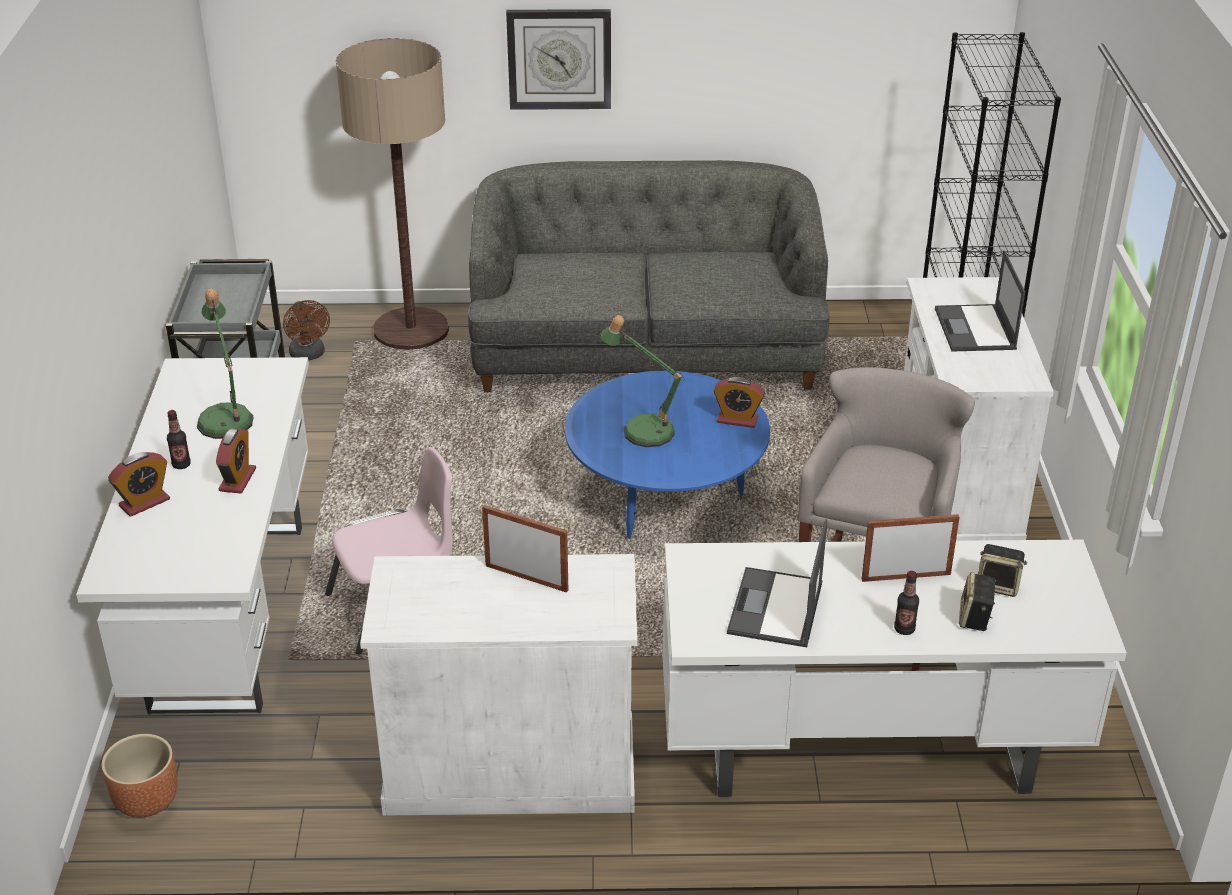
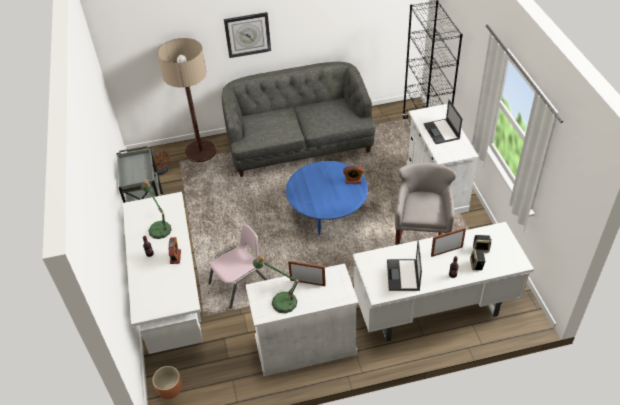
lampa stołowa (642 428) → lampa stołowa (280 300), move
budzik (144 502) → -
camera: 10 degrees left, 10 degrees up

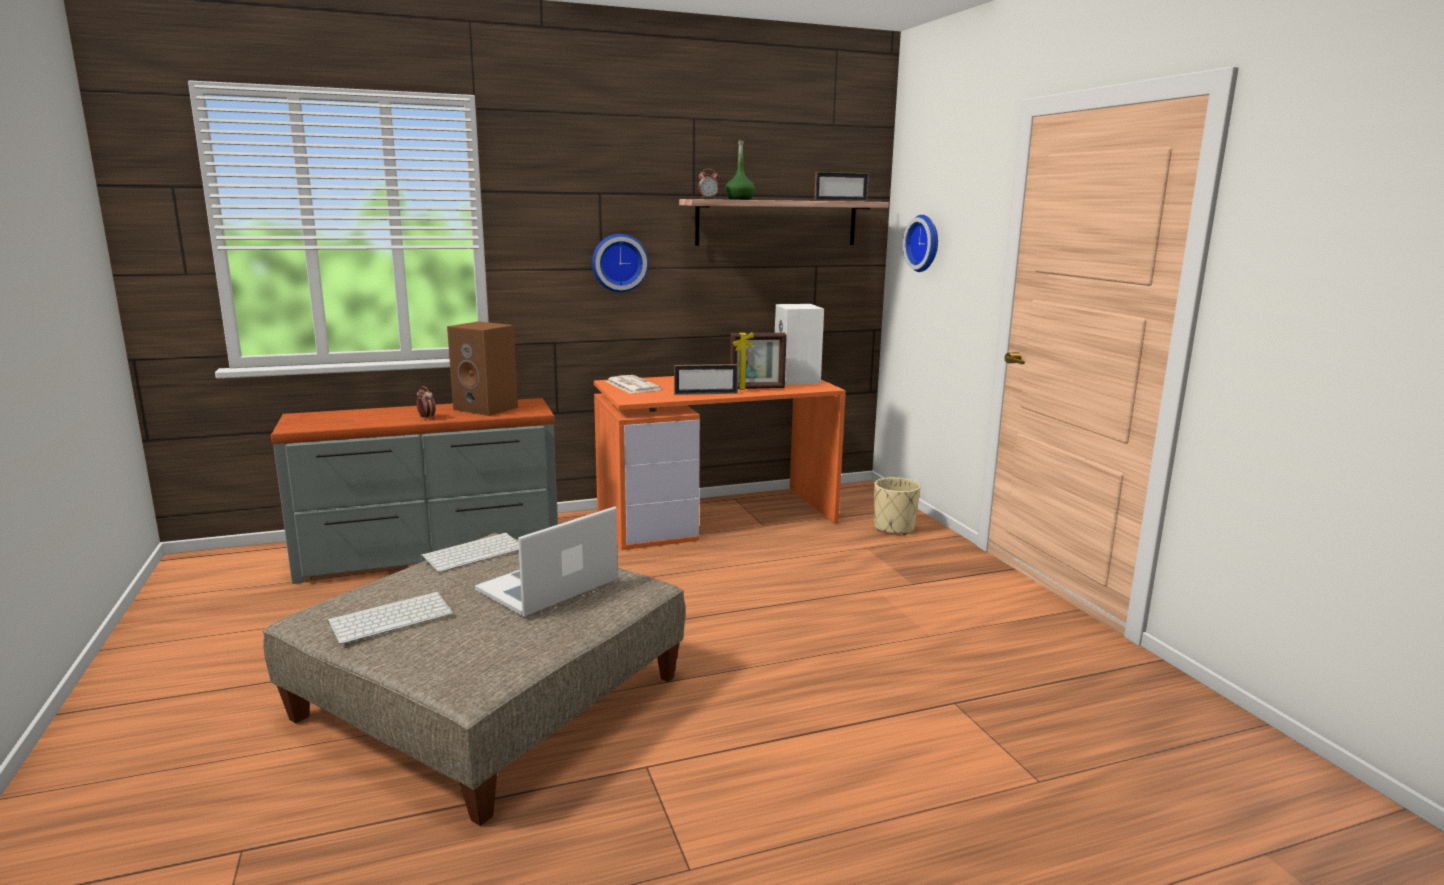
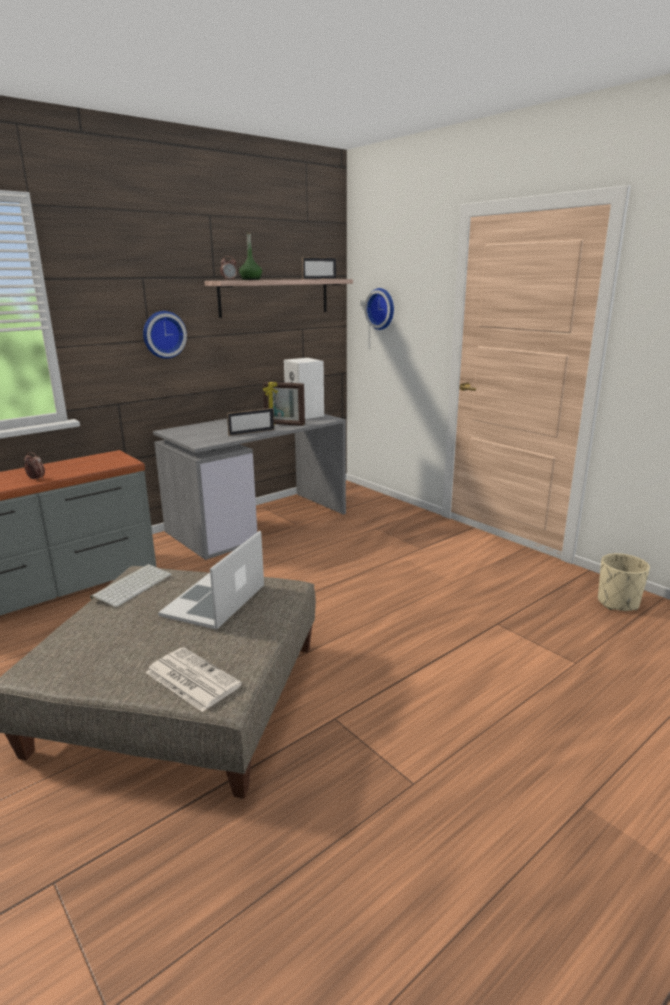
głośnik (brązowy) (487 408) → -
ramka na zdjęcie (757 388) → ramka na zdjęcie (284 424), 45 degrees clockwise
gazeta (631 385) → gazeta (191 679), move
biurko (pomarańczowy) (717 516) → biurko (szary) (258 522)
donica (beżowy) (894 528) → donica (beżowy) (618 603), move
klawiatura (392 617) → -
camera: 20 degrees left, 5 degrees up

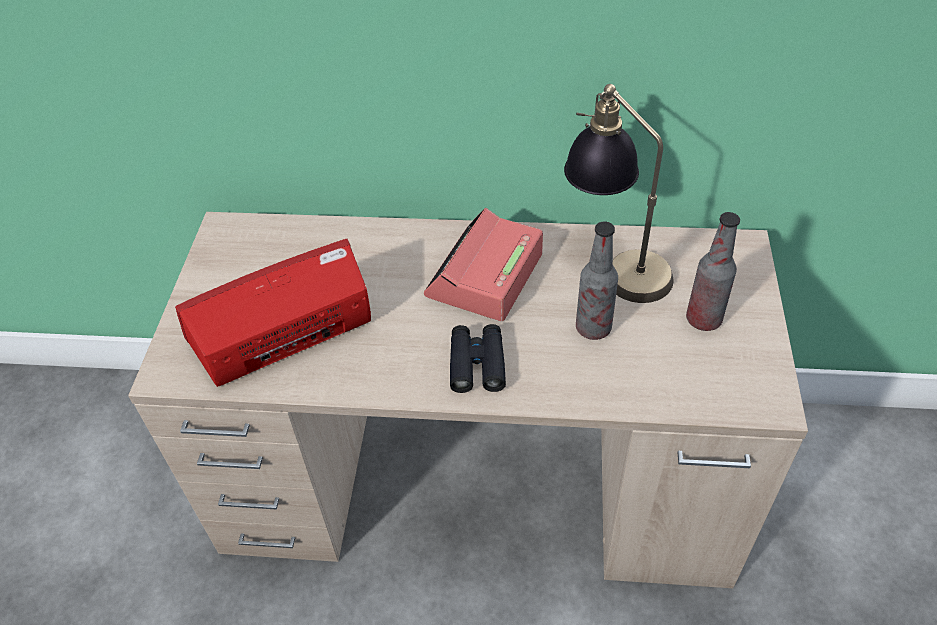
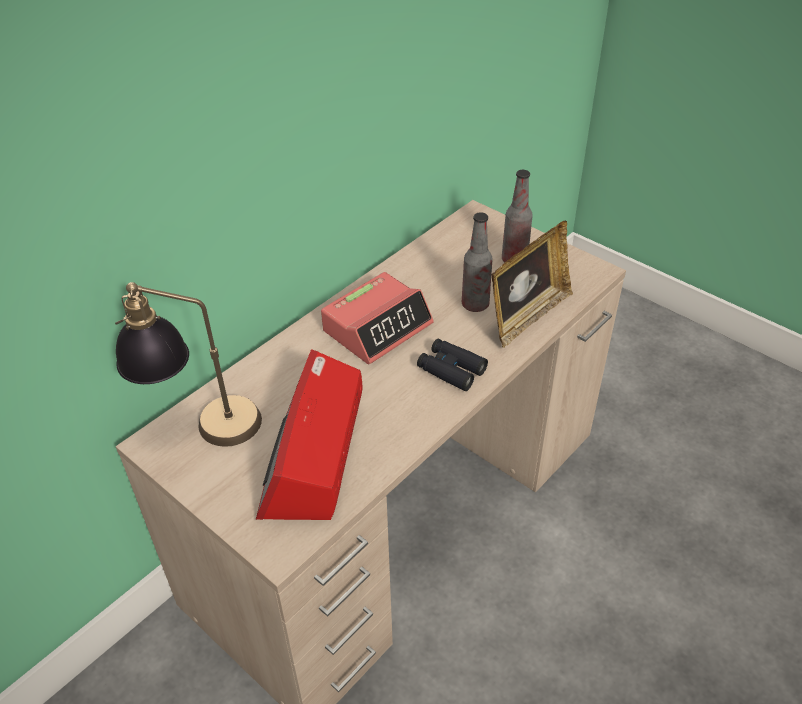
lampa stołowa (615 263) → lampa stołowa (201 425), move
budzik (484 276) → budzik (378 327), 105 degrees counterclockwise
- → ramka na zdjęcie (527 316)
camera: 55 degrees left, 5 degrees down

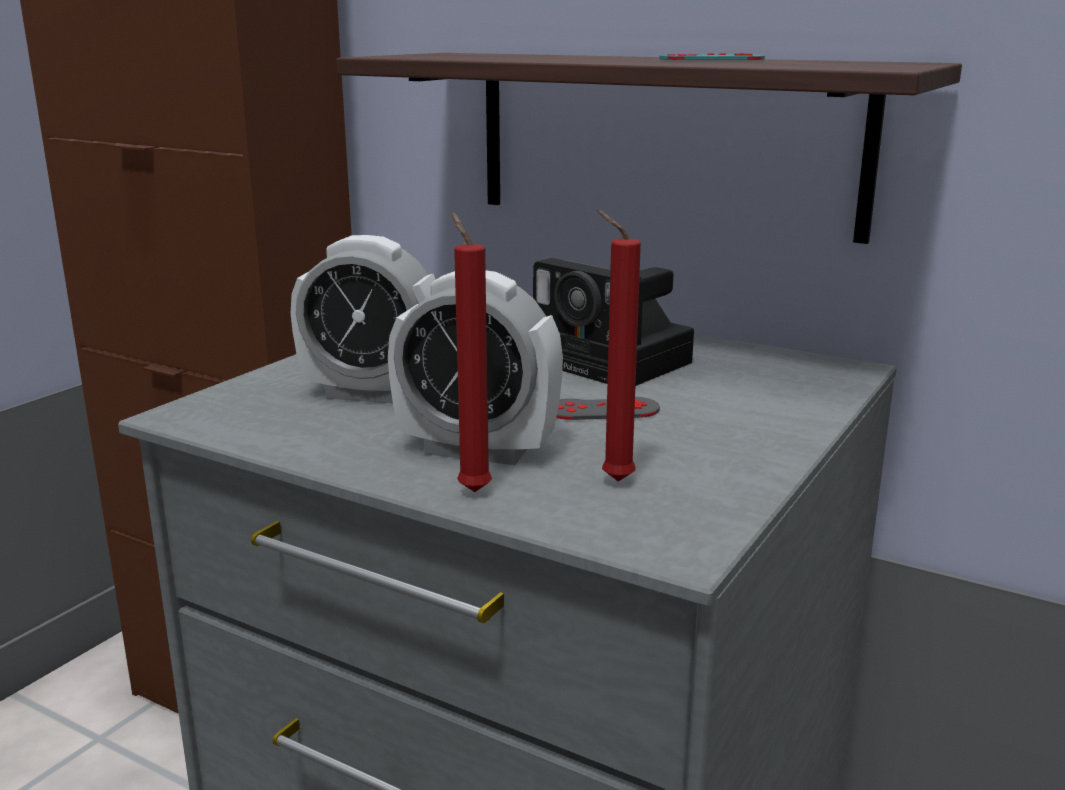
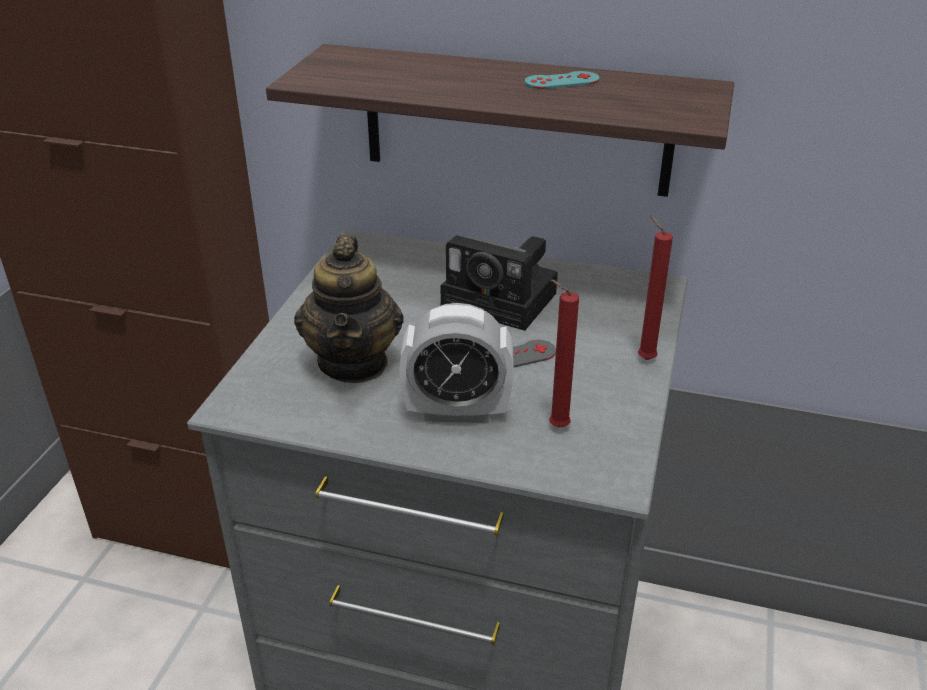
świeca (czerwony) (472 490) → świeca (czerwony) (643 358), move
budzik (372 394) → imbryk (354 362)
camera: 15 degrees left, 15 degrees up

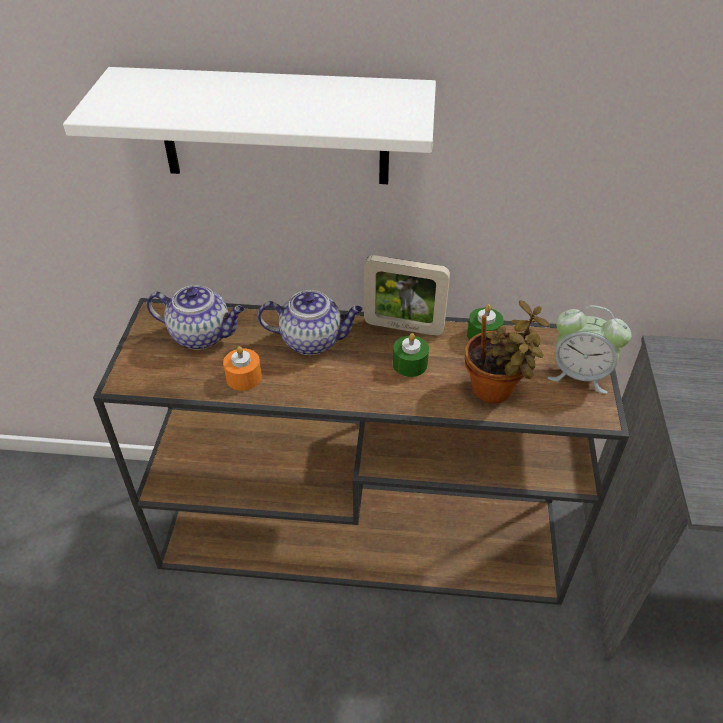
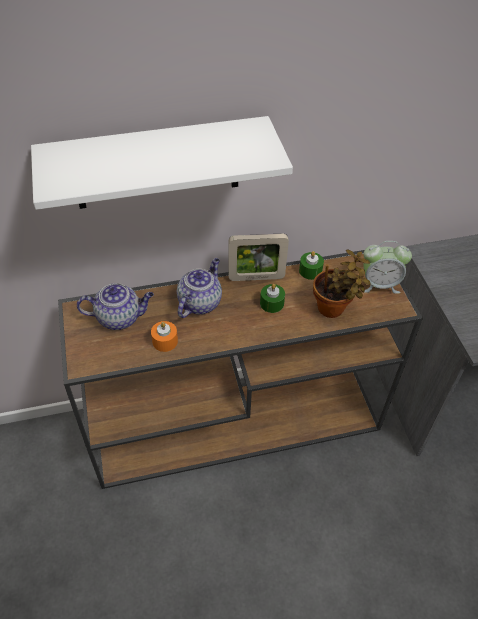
imbryk (313 340) → imbryk (200 302), 45 degrees counterclockwise
camera: 20 degrees left, 5 degrees up

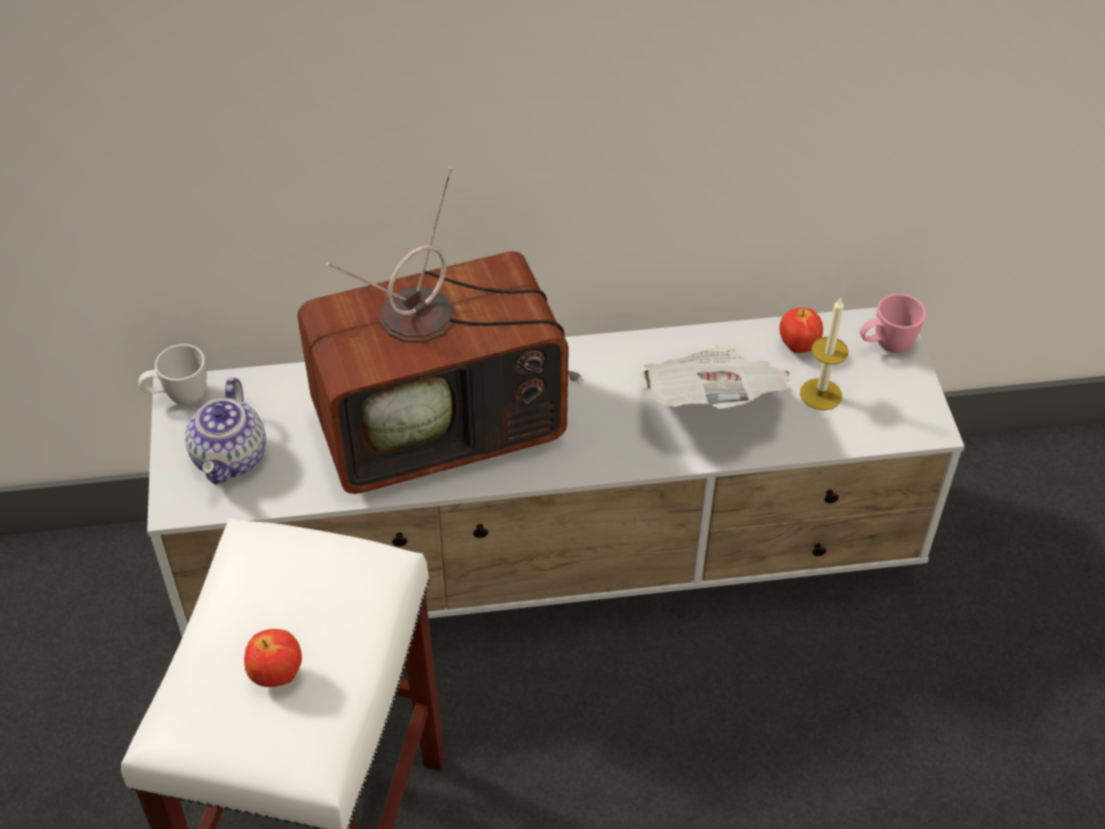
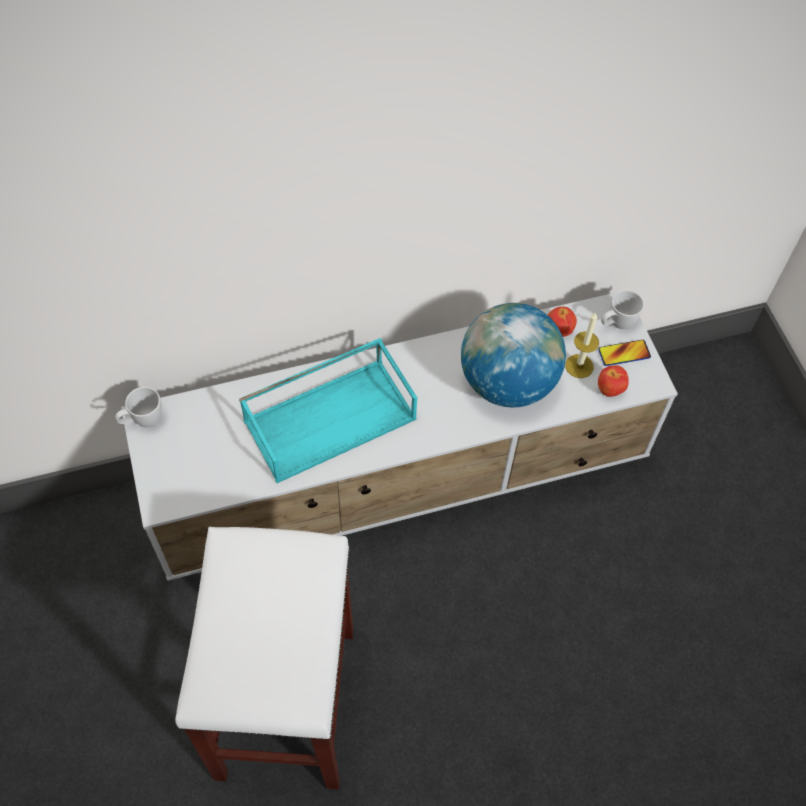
telewizor (444 422) → taca (turkusowy) (331 418)
kubek (różowy) (885 346) → kubek (biały) (616 324)
gazeta (710 404) → globus (507 382)
imbryk (231 458) → -
jabłko (276 676) → jabłko (609 390), move
- → telefon (624 353)
camera: 10 degrees left, 10 degrees up

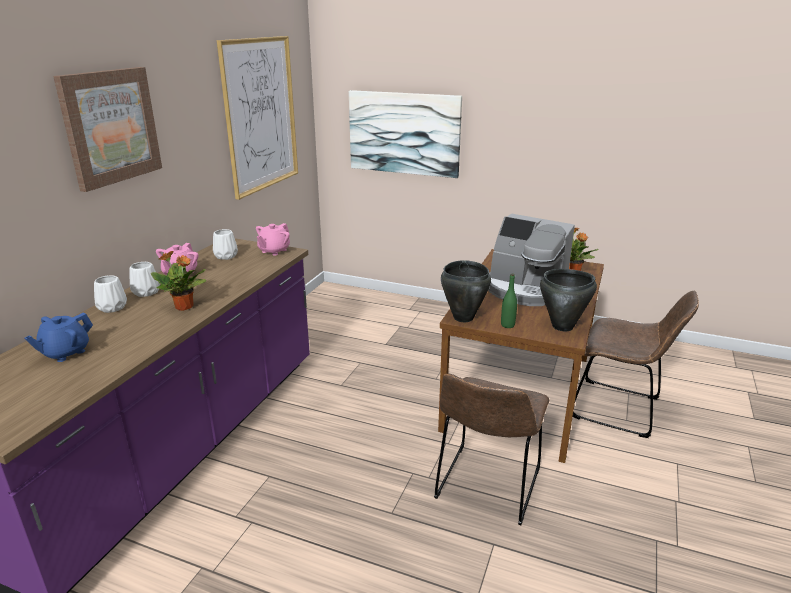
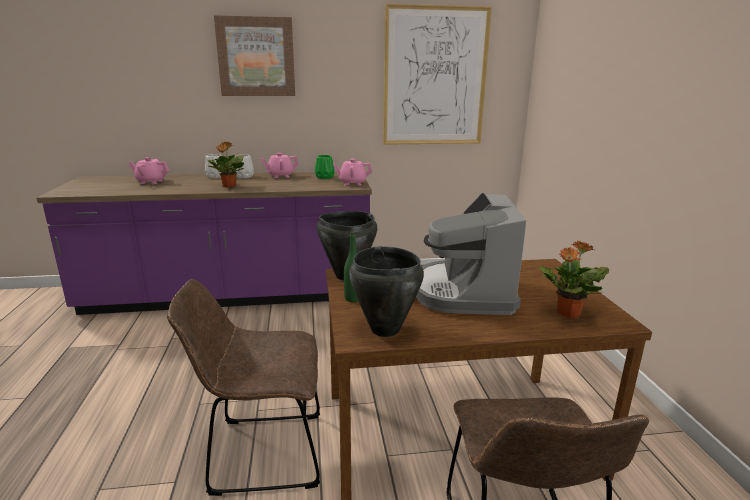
obraz (404 133) → -
wazon (biały) (226 256) → wazon (zielony) (324 177)
imbryk (niebieski) (65 352) → imbryk (różowy) (151 182)
camera: 60 degrees right, 5 degrees down

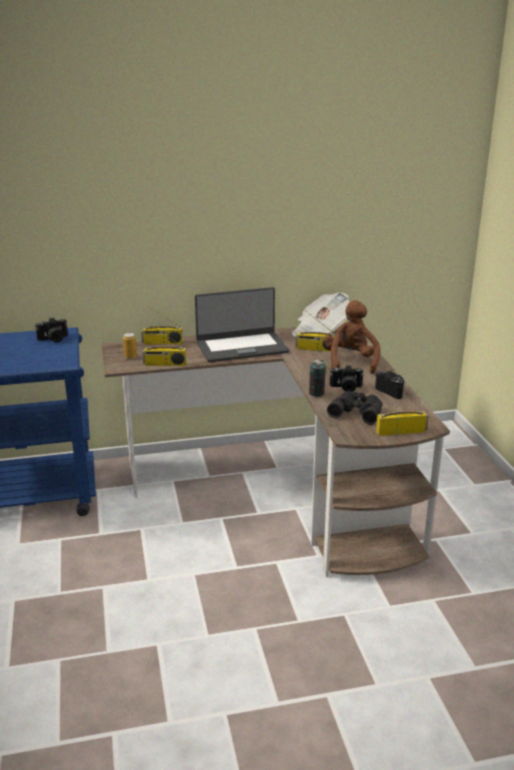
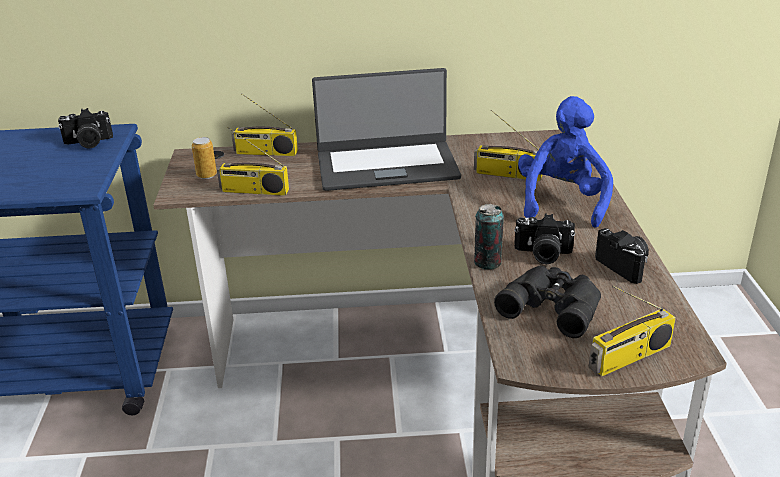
gazeta (321 332) → -
pluszak (brązowy) (351 362) → pluszak (niebieski) (562 202)
radio (401 431) → radio (629 358), 150 degrees clockwise
camera: 10 degrees right, 5 degrees up

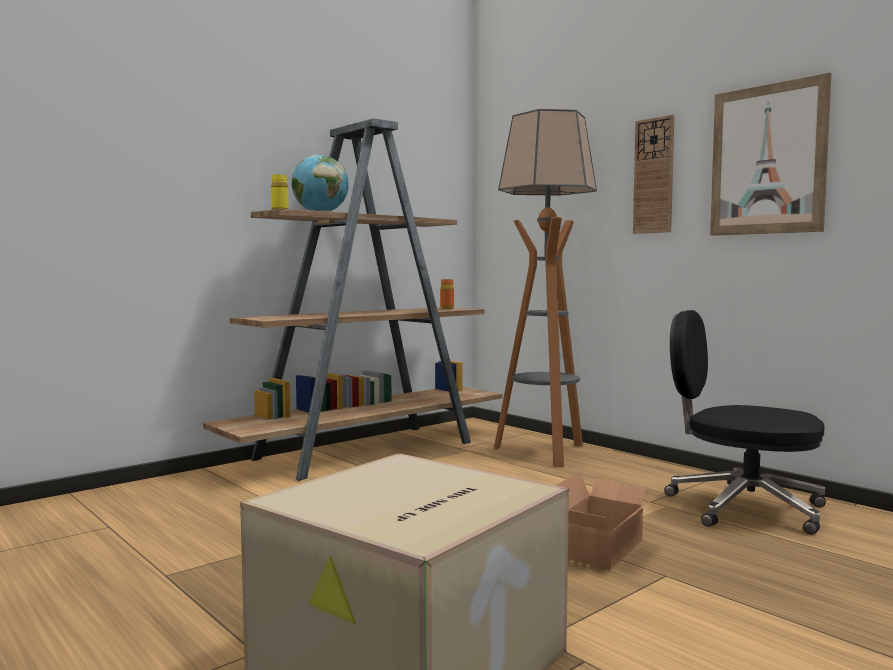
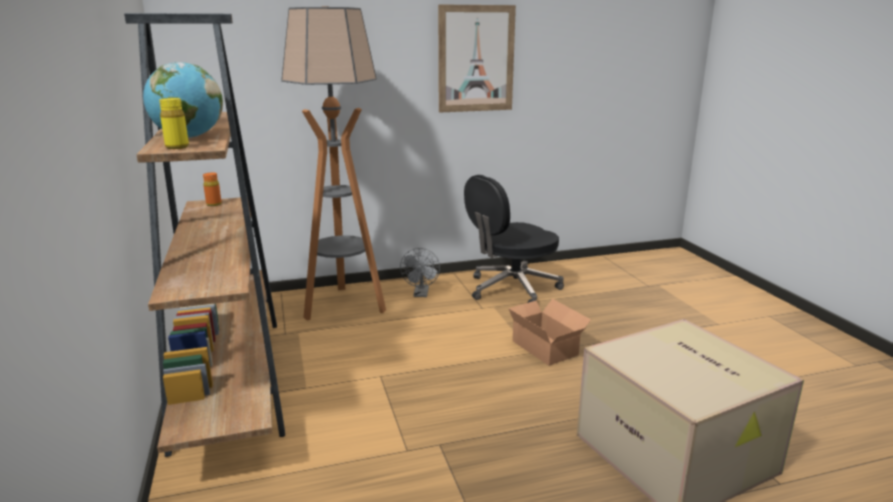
zegar ścienny (654 176) → -
- → wentylator (szary) (421 294)
camera: 65 degrees left, 15 degrees up

